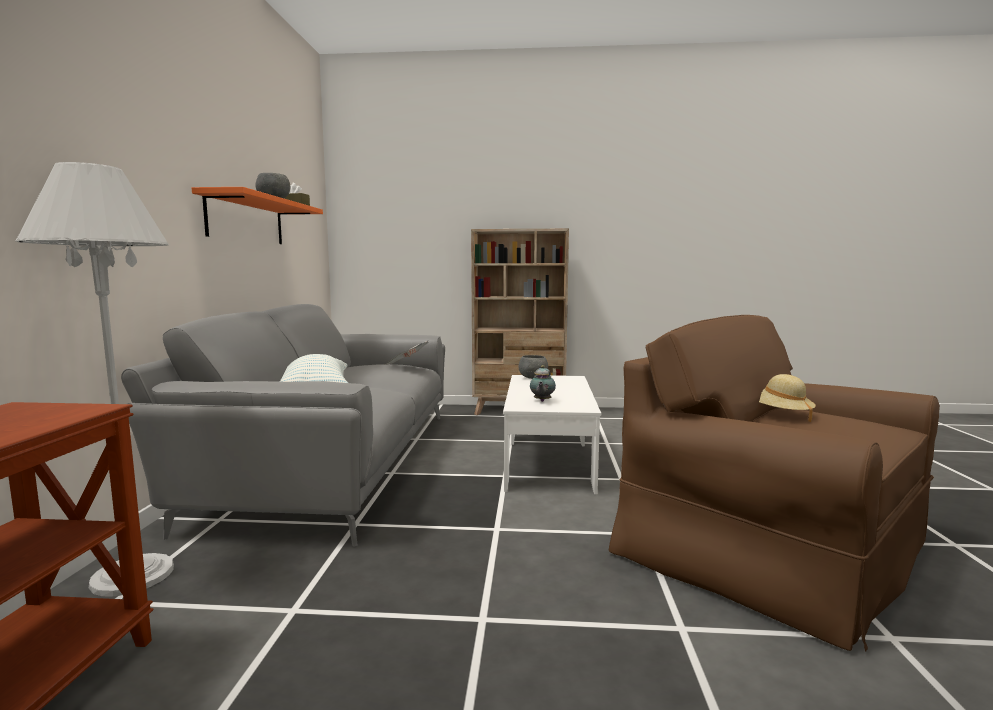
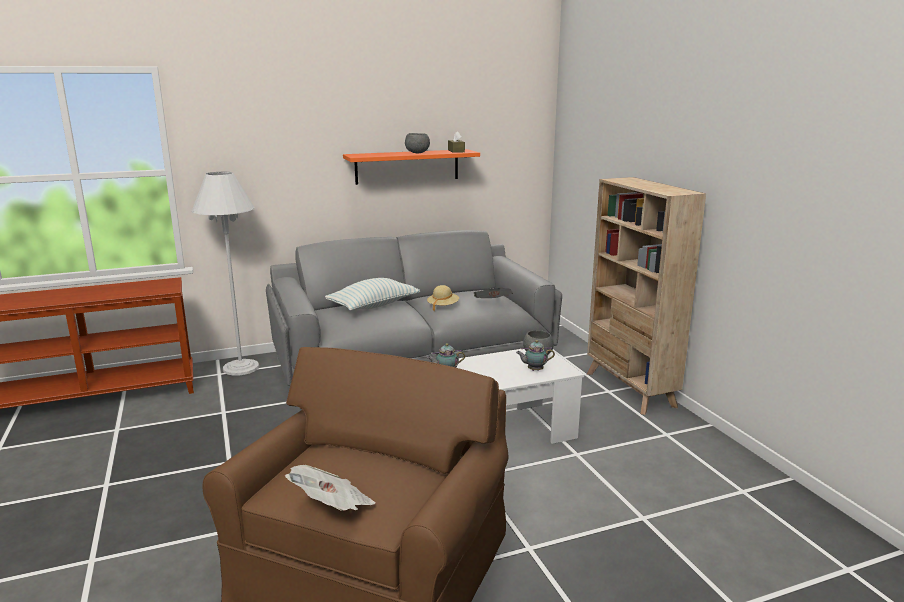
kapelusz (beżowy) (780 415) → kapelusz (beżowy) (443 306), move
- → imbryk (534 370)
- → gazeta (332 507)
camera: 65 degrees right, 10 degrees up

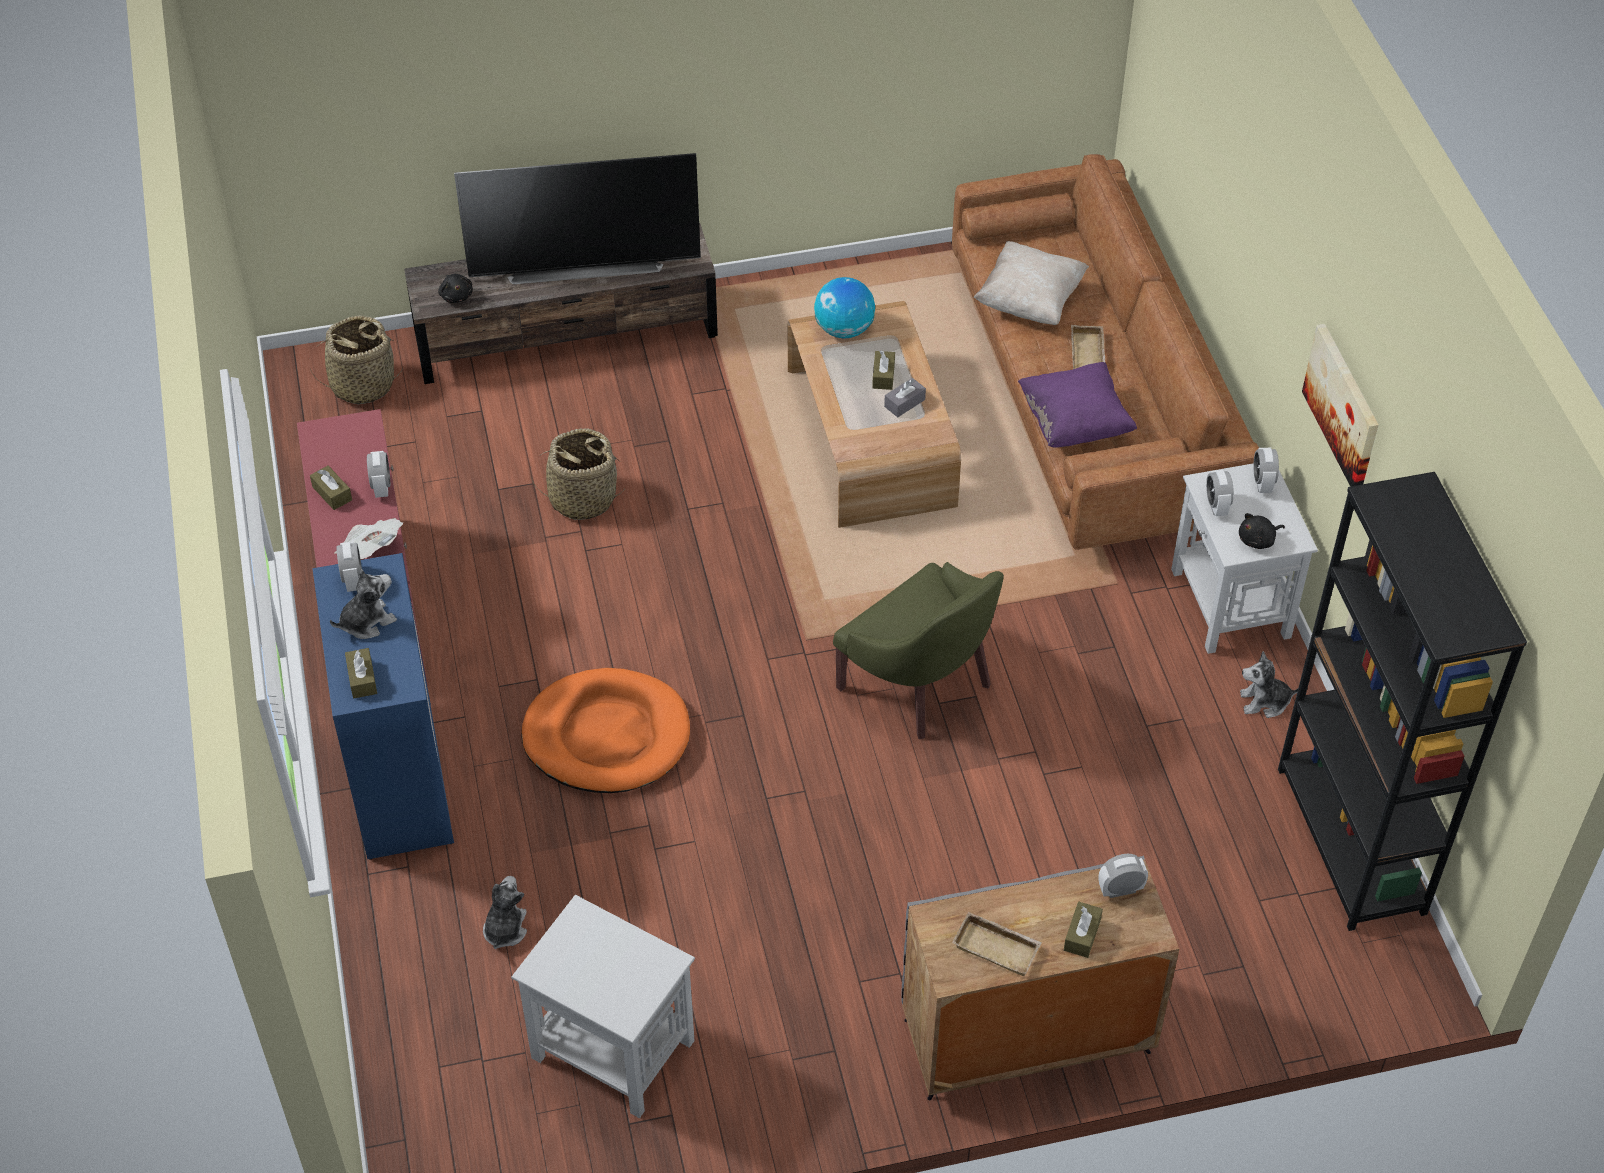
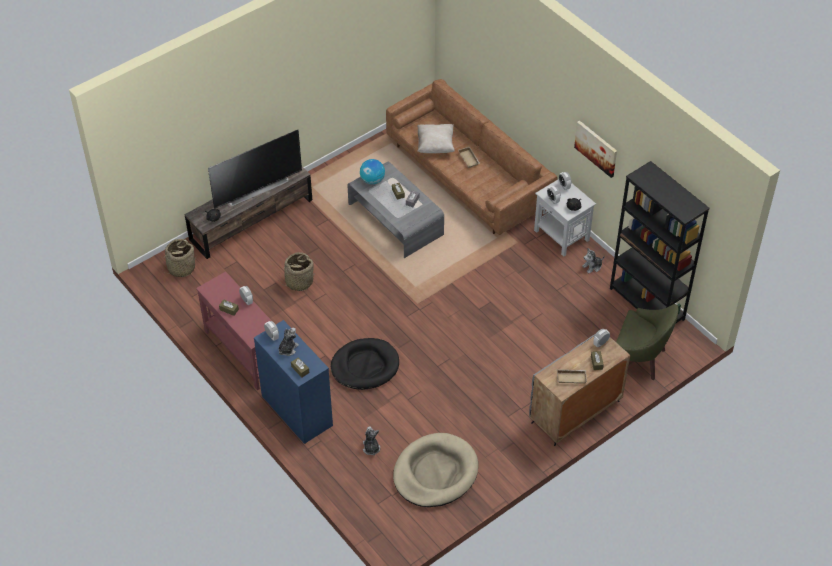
ława (brązowy) (870 438) → ława (szary) (395 219)
poduszka (fioletowy) (1075 423) → -
gazeta (371 550) → -
fotel (zielony) (921 684) → fotel (zielony) (639 359), move
legowisko (pomarańczowy) (607 736) → legowisko (czarny) (365 366)
stolik (biały) (611 1048) → legowisko (beżowy) (435 473)
camera: 25 degrees left, 0 degrees up

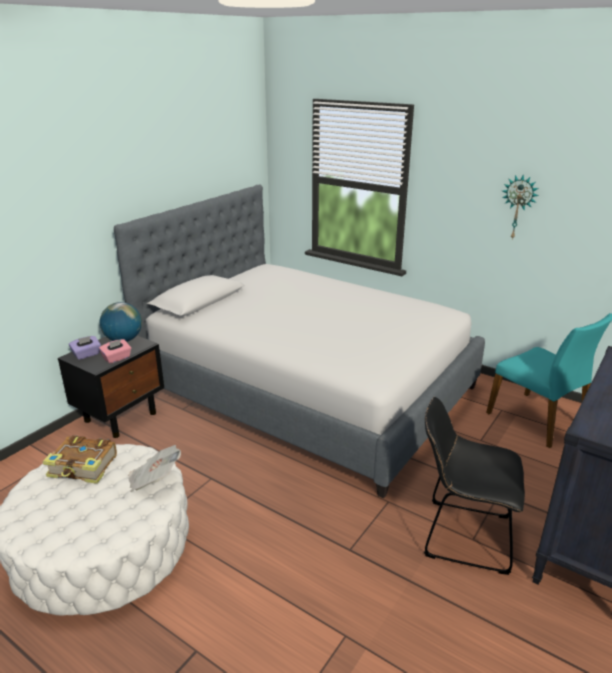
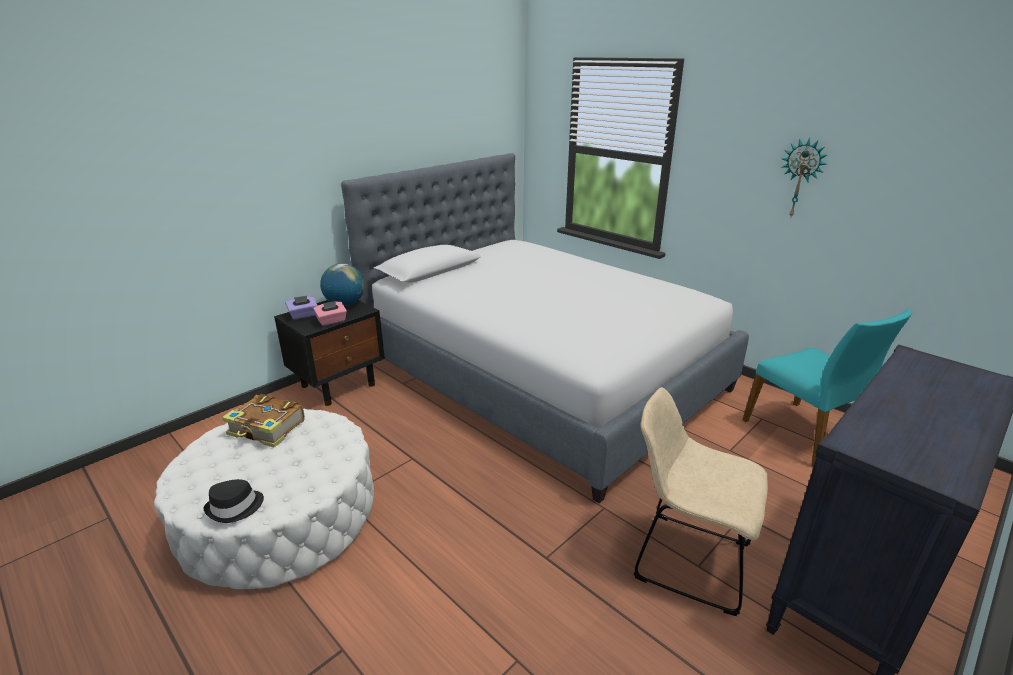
krzesło (czarny) (461 535) → krzesło (beżowy) (685 558)
gazeta (154 480) → -
- → kapelusz (czarny) (235 507)
camera: 10 degrees right, 0 degrees up

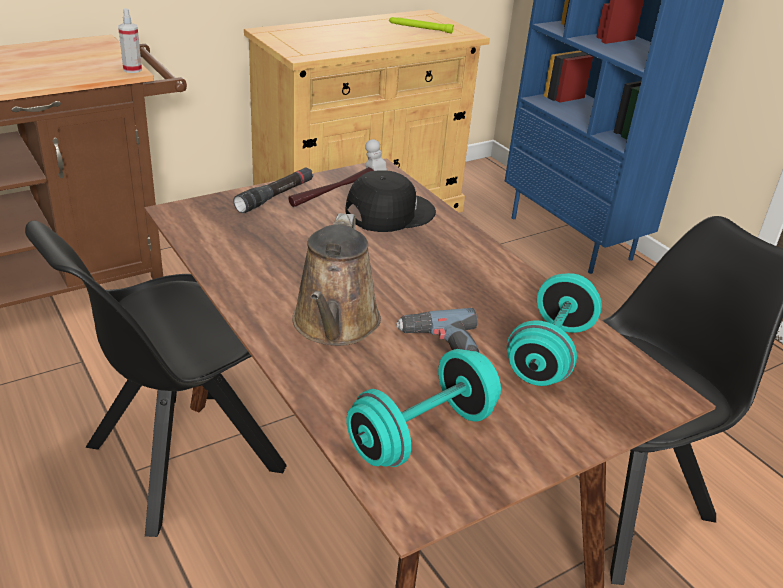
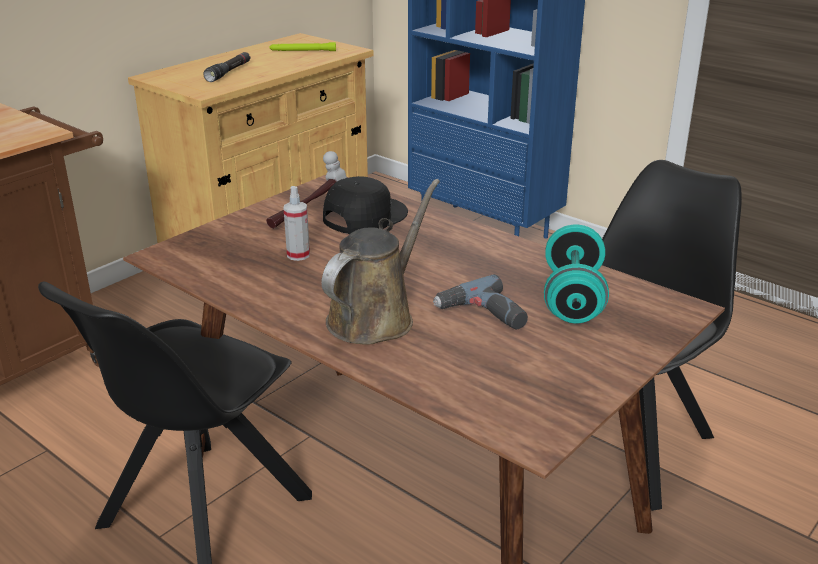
spryskiwacz (132 69) → spryskiwacz (298 255), move
latarka (czarny) (275 196) → latarka (czarny) (229 72), move
konewka (brązowy) (335 325) → konewka (brązowy) (375 317), 135 degrees counterclockwise
hantel (turkusowy) (422 434) → -
camera: 15 degrees left, 5 degrees down

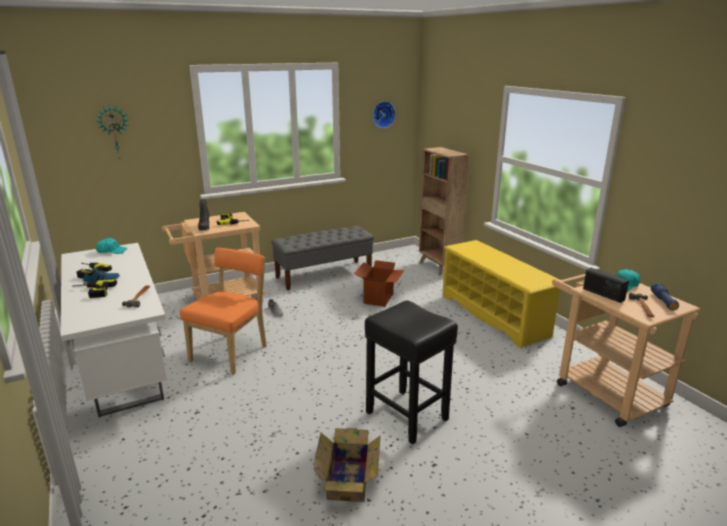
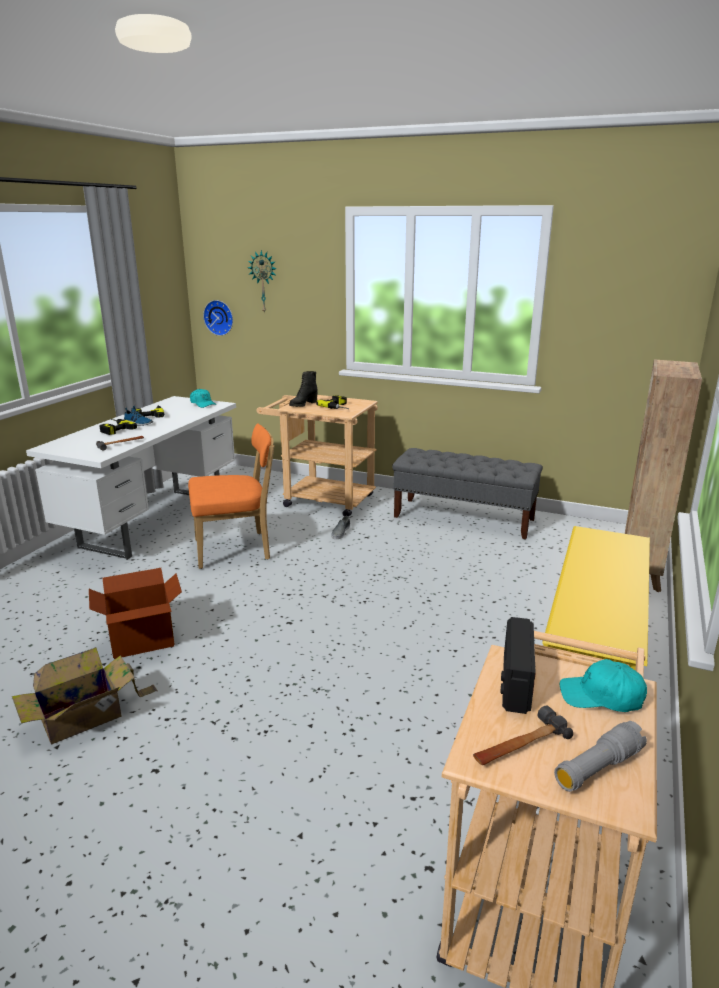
zegar ścienny (382 114) → zegar ścienny (219 317), move
karton (379 298) → karton (142 641), move
latarka (niebieski) (663 302) → latarka (szary) (598 767)
stołek (czarny) (408 416) → -
camera: 50 degrees right, 0 degrees up

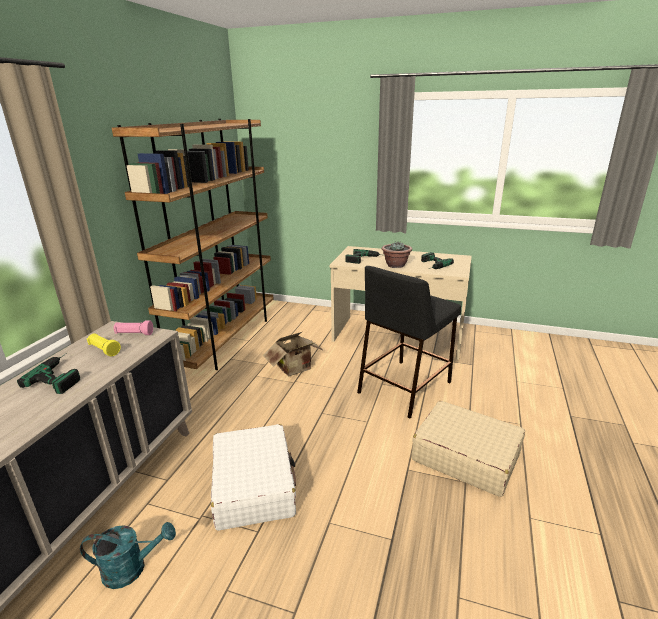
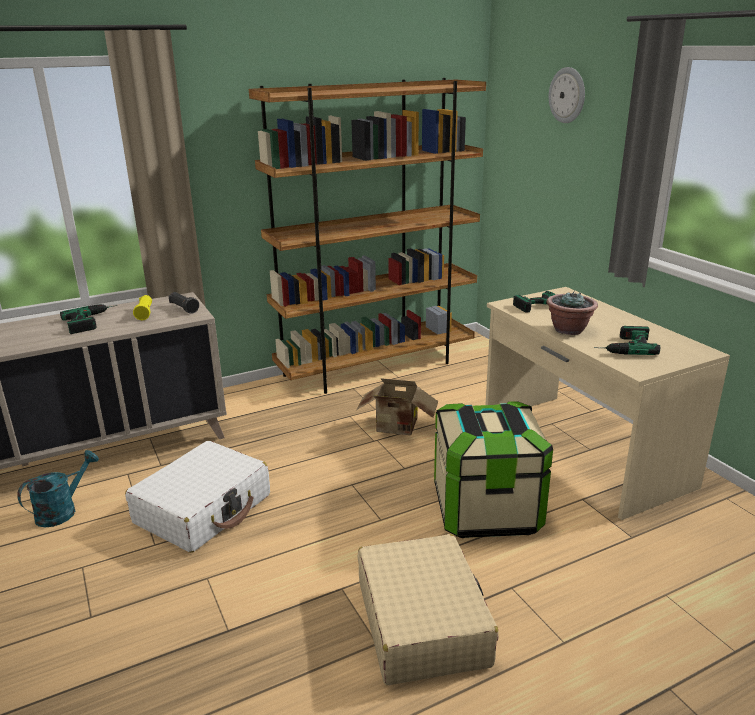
stołek (czarny) (405 386) → pojemnik do przechowywania (486 510)
latarka (różowy) (134 334) → latarka (czarny) (184 308)
konewka (turkusowy) (132 568) → konewka (turkusowy) (62 511), 90 degrees counterclockwise
- → zegar ścienny (567 95)
camera: 45 degrees right, 0 degrees up

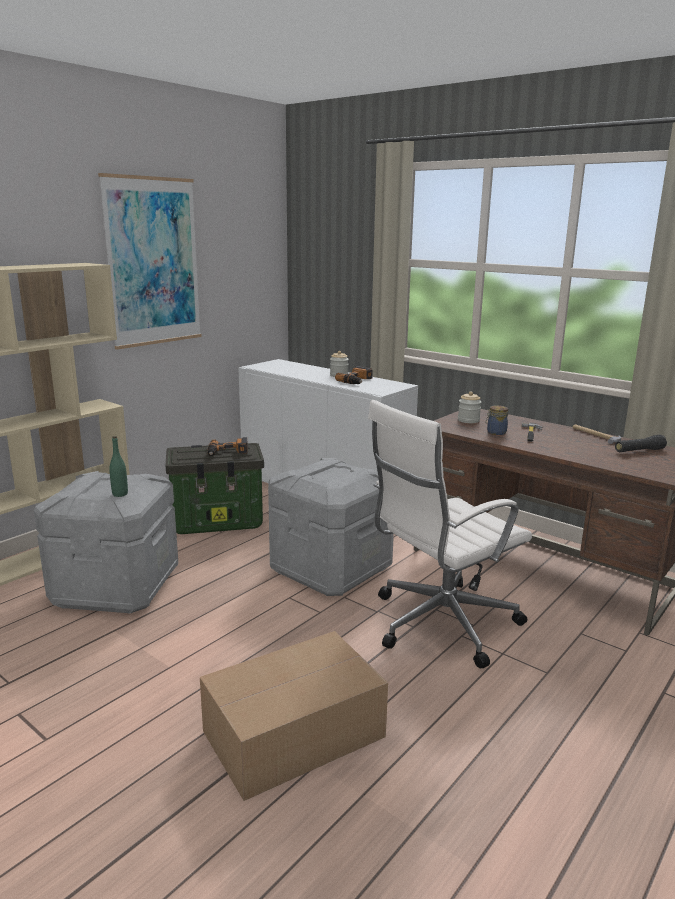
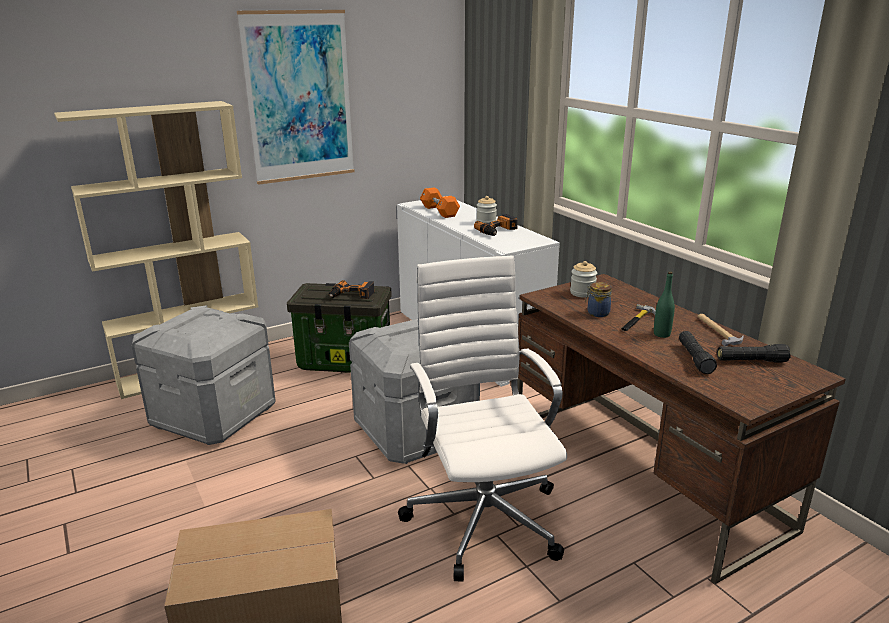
krzesło biurowe (biały) (440 623) → krzesło biurowe (biały) (484 516), 90 degrees clockwise
butelka (zielony) (120 494) → butelka (zielony) (661 334), move
- → hantel (pomarańczowy) (439 211)
- → latarka (czarny) (694 359)
camera: 20 degrees right, 5 degrees up

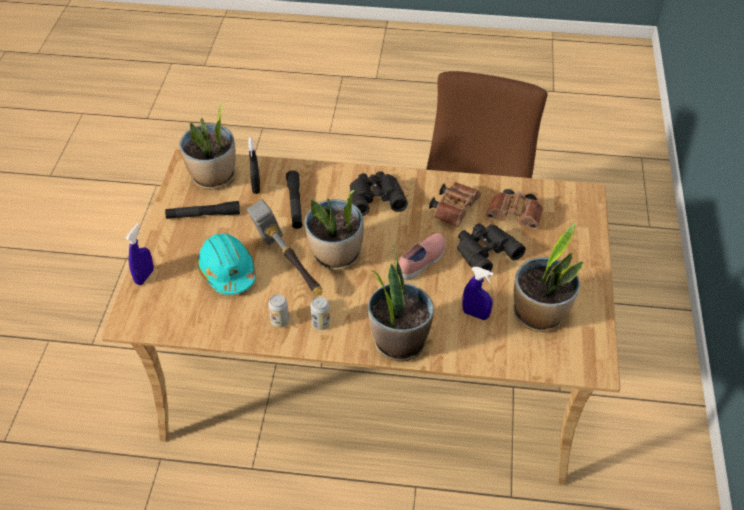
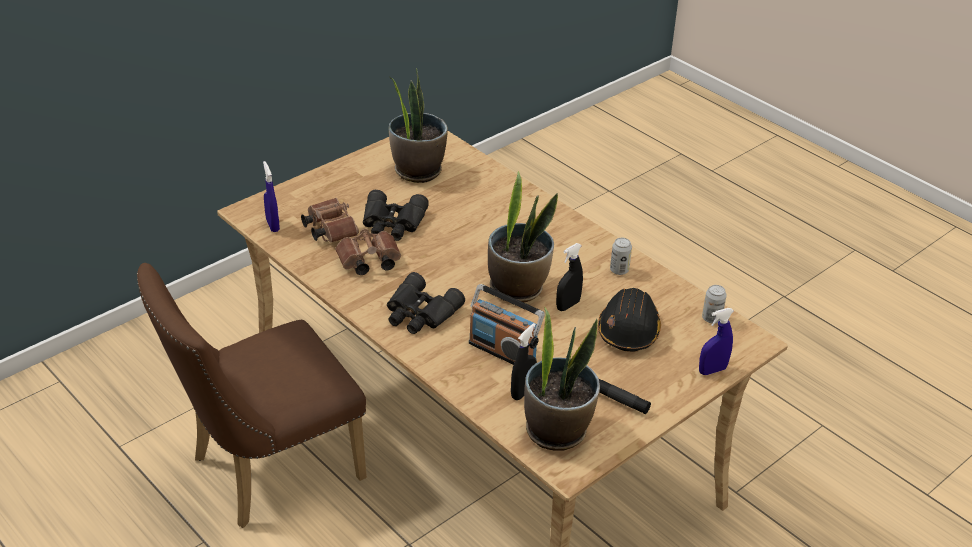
latarka (czarny) (295 204) → radio (503 351)
młotek (288 264) → spryskiwacz (czarny) (568 305)
kask (turkusowy) (227 271) → kask (czarny) (628 330)
but (różowy) (422 262) → -
roślina doniczkowa (399 341) → -
spryskiwacz (niebieski) (475 314) → spryskiwacz (niebieski) (272 225), move
puszka (321 324) → puszka (711 318), move
camera: 140 degrees left, 10 degrees down

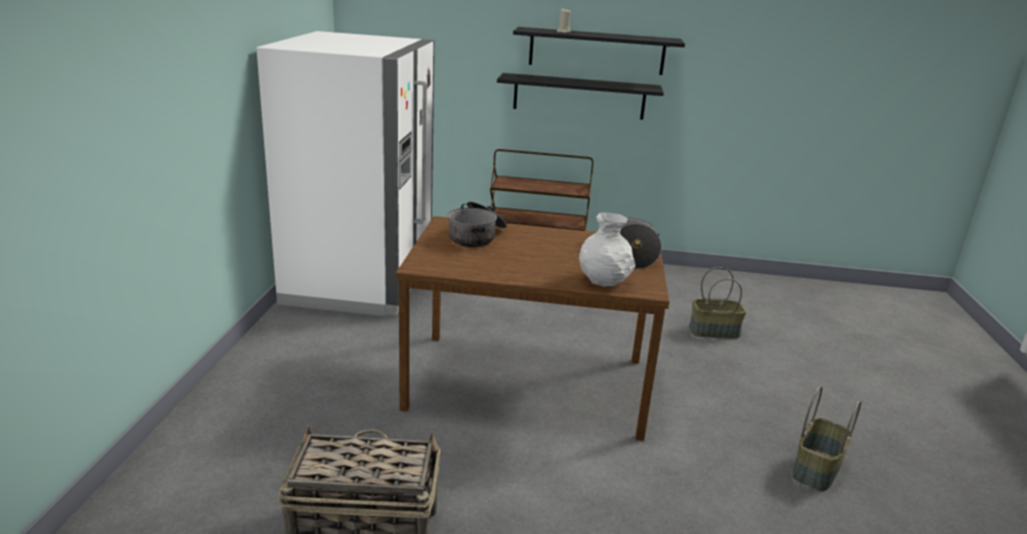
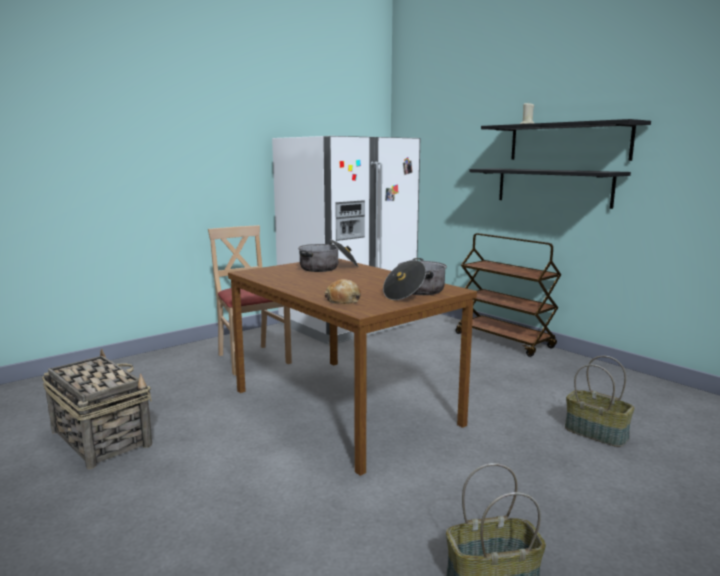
wazon (biały) (604 281) → chleb (343 300)
- → krzesło (beżowy) (252 359)
camera: 45 degrees right, 10 degrees down

